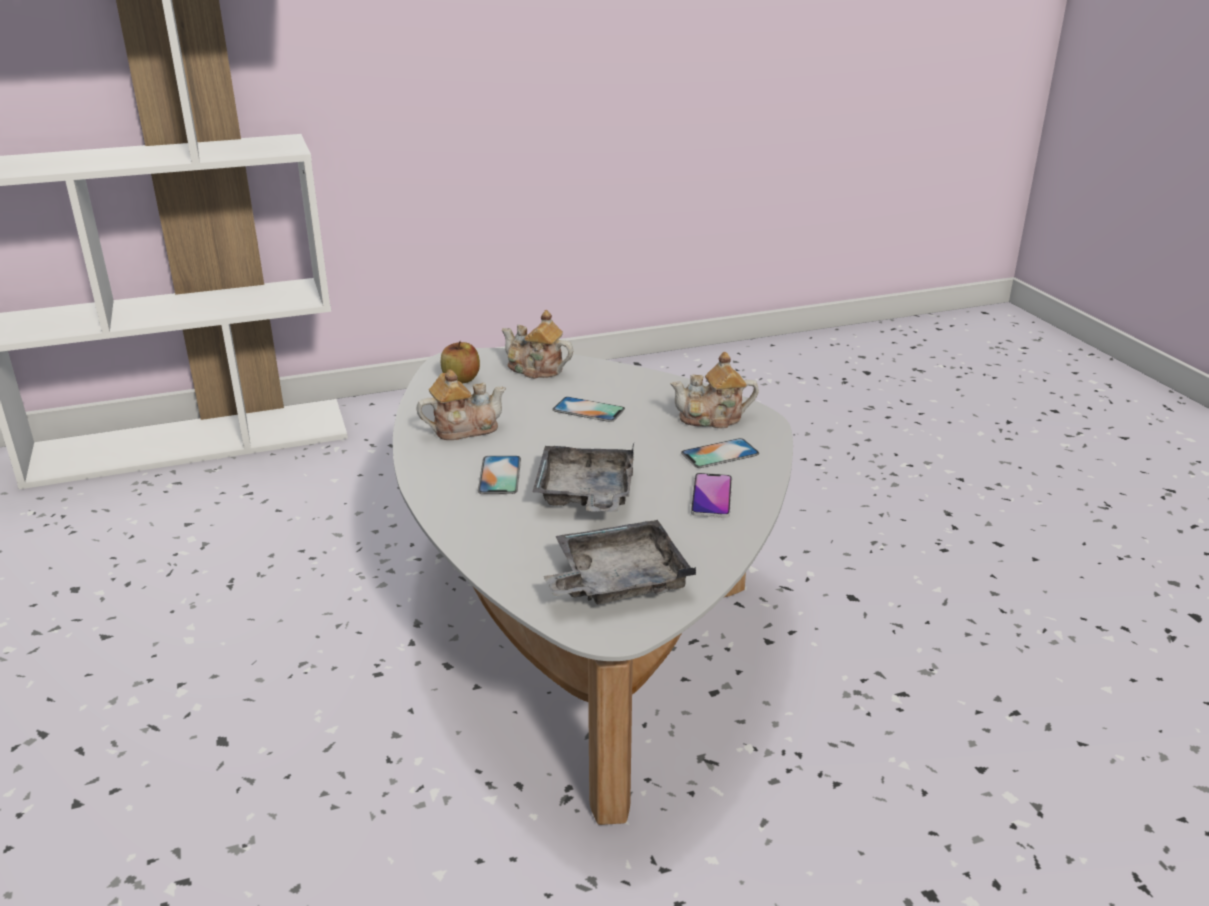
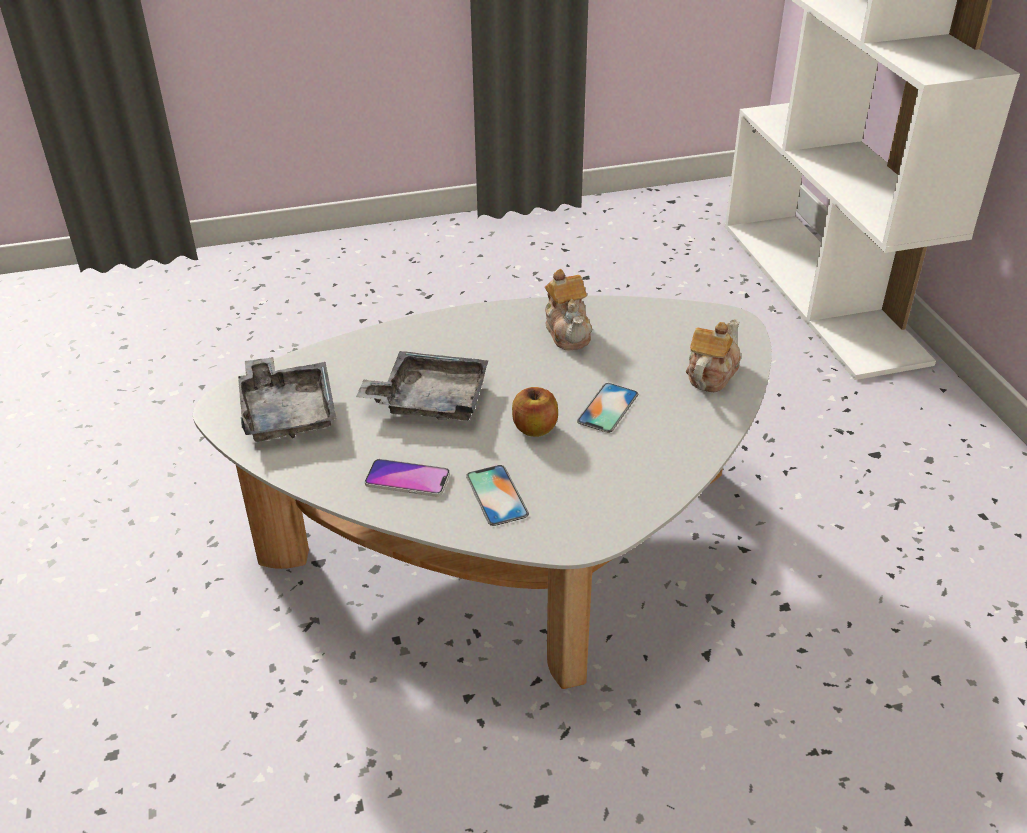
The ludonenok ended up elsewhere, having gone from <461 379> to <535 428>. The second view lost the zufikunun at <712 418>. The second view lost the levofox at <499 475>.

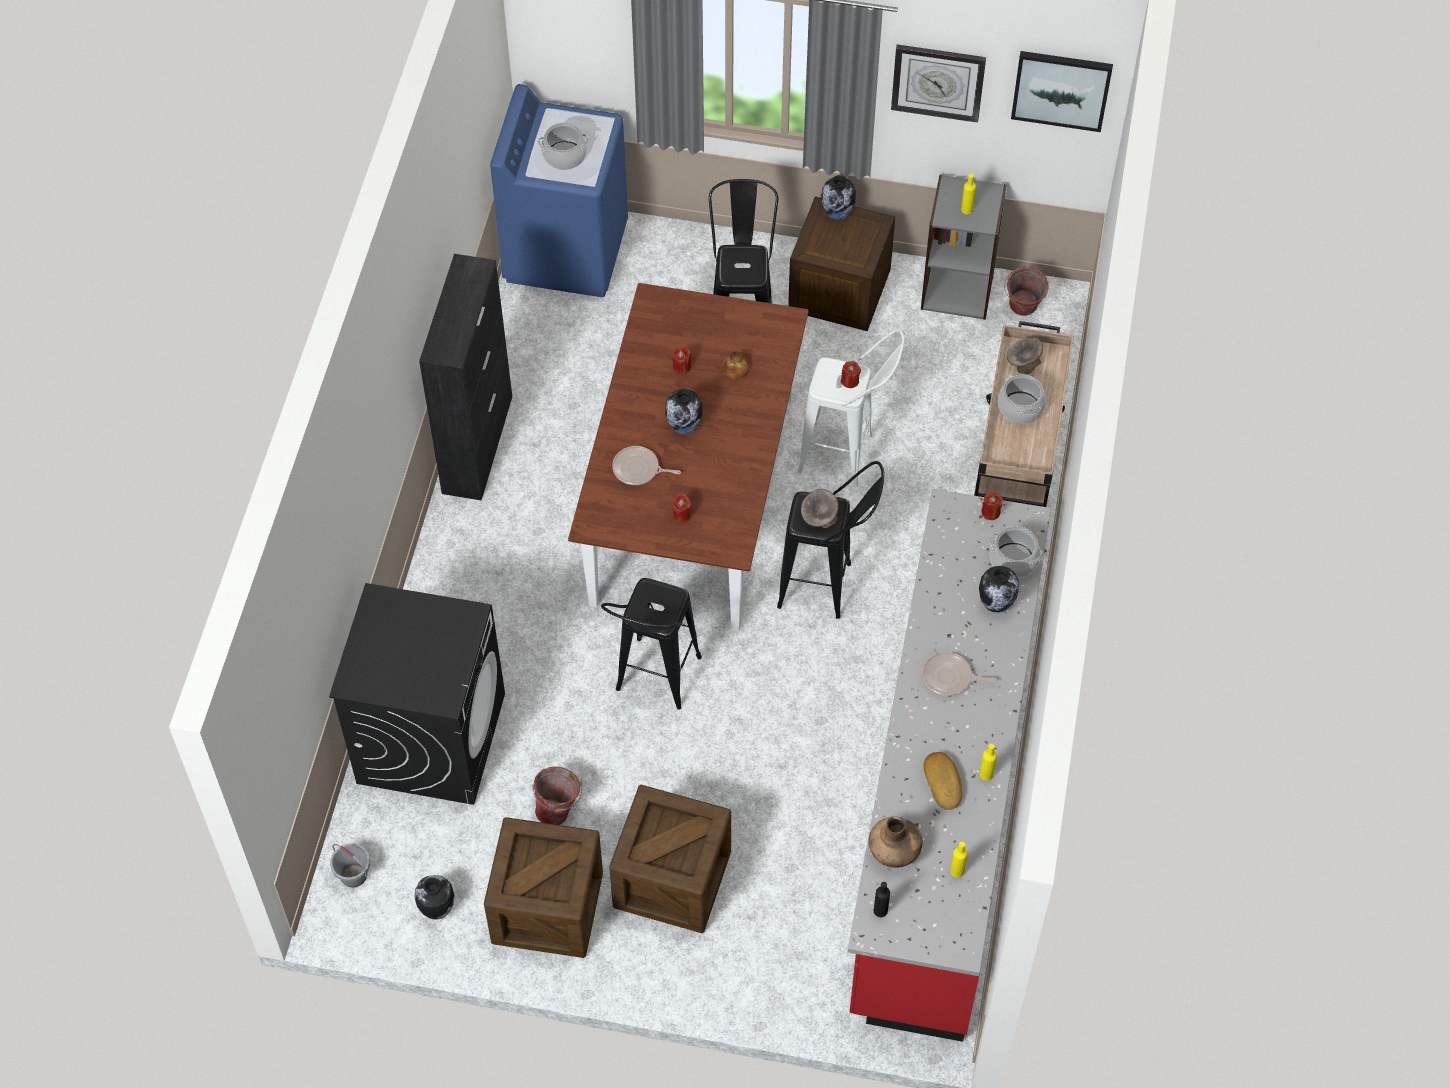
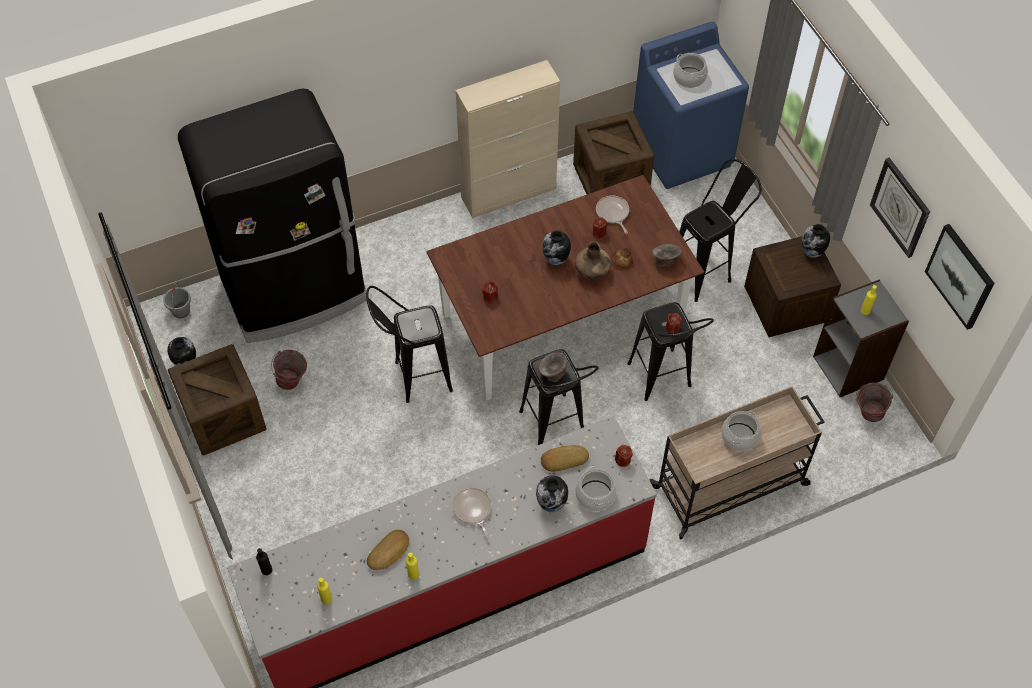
What was the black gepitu at <478 444> turned into the beige gepitu at <509 193>. What was the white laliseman at <848 457> turned into the black laliseman at <663 383>. The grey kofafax ended up elsewhere, having gone from <1023 363> to <665 260>. The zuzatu ended up elsewhere, having gone from <638 469> to <613 213>. Where the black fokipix stood at <431 737>, the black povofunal came to stand at <295 292>. The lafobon ended up elsewhere, having gone from <672 879> to <611 179>. The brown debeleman ended up elsewhere, having gone from <894 851> to <592 272>. The second view gained the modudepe at <563 459>.

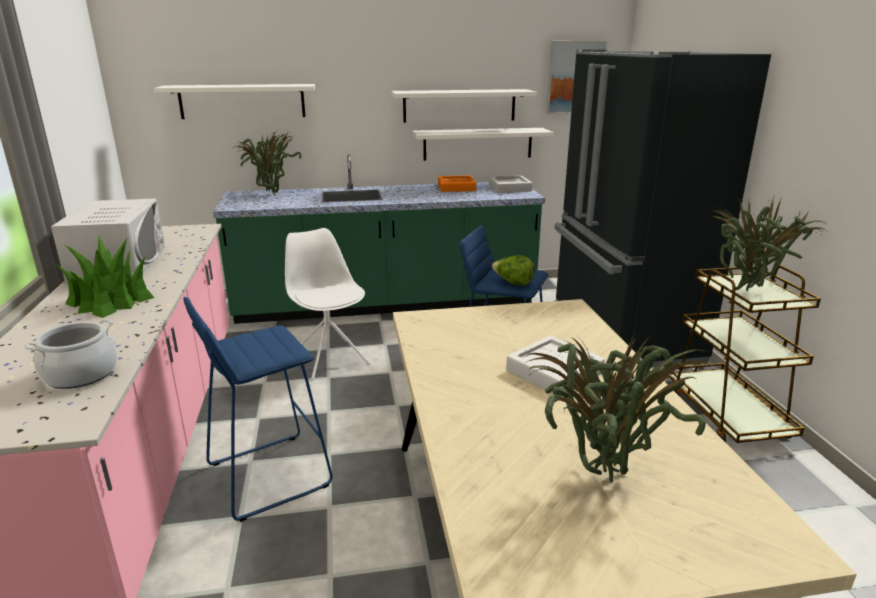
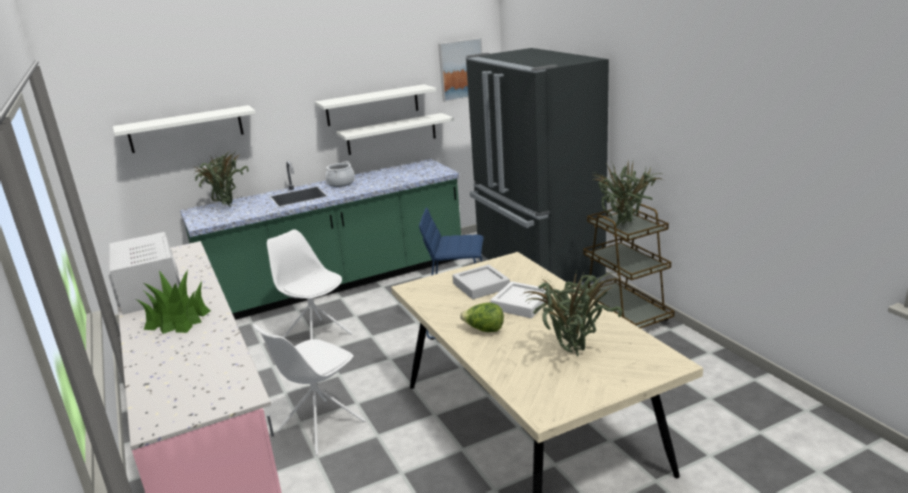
The second view lost the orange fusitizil at <456 187>. The grey fusitizil ended up elsewhere, having gone from <510 188> to <481 286>. The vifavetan ended up elsewhere, having gone from <513 283> to <484 330>. Where the blue laliseman stood at <268 475>, the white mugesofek came to stand at <319 427>. The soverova ended up elsewhere, having gone from <80 374> to <341 183>.

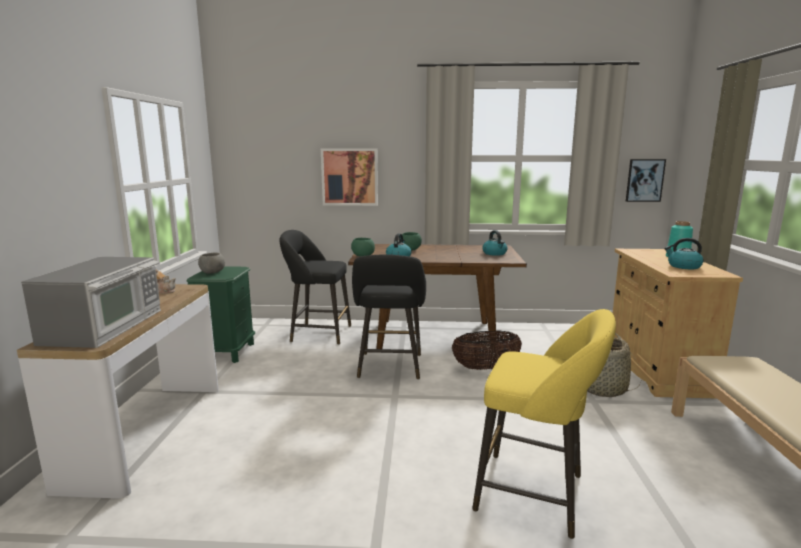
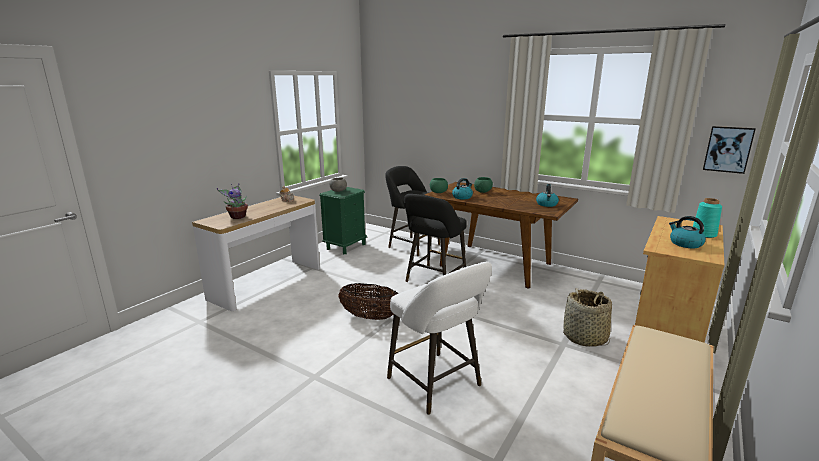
The second view lost the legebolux at <350 177>. Where the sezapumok stood at <106 326>, the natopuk came to stand at <237 217>. What was the yellow laliseman at <536 495> turned into the white laliseman at <437 385>. The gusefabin ended up elsewhere, having gone from <486 368> to <370 317>.

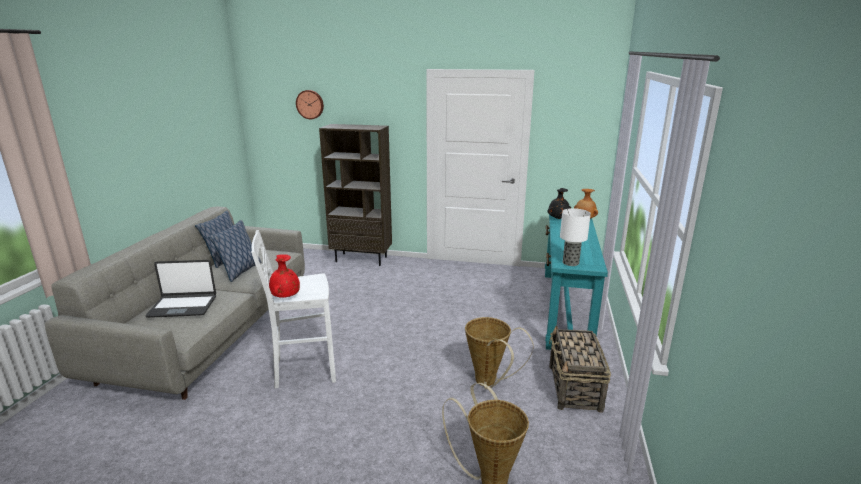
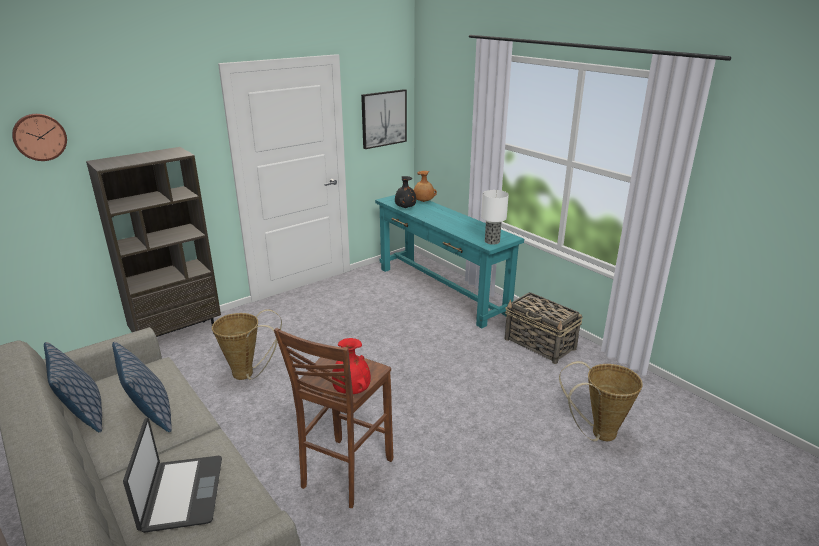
What was the white laliseman at <303 370> turned into the brown laliseman at <344 474>. The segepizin at <183 306> ended up facing another way, 45 degrees counterclockwise from before. The gusefabin ended up elsewhere, having gone from <489 383> to <248 374>. The second view gained the legebolux at <383 118>.

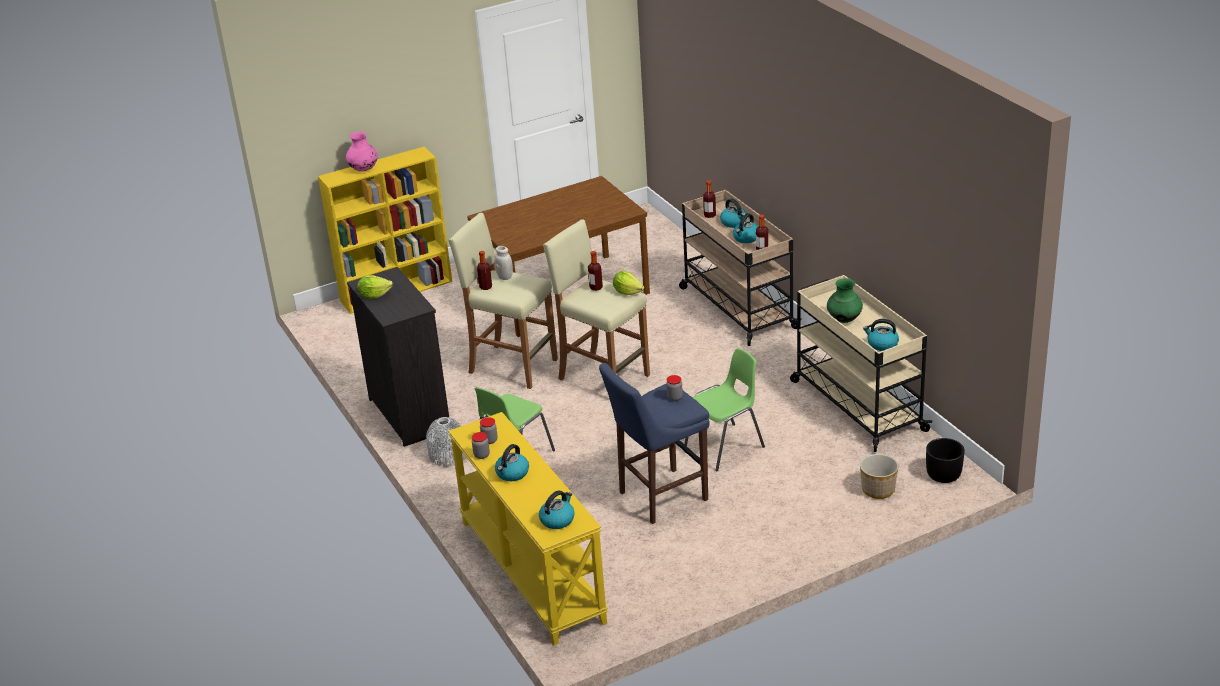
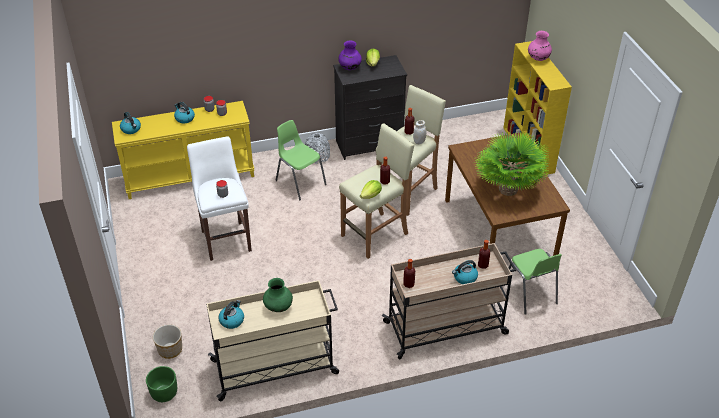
The second view lost the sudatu at <746 238>. The green mugesofek ended up elsewhere, having gone from <726 447> to <529 294>. What was the blue laliseman at <659 497> turned into the white laliseman at <226 238>. What was the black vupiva at <943 475> turned into the green vupiva at <164 393>. The second view gained the purple debeleman at <349 68>. The second view gained the natopuk at <508 189>.

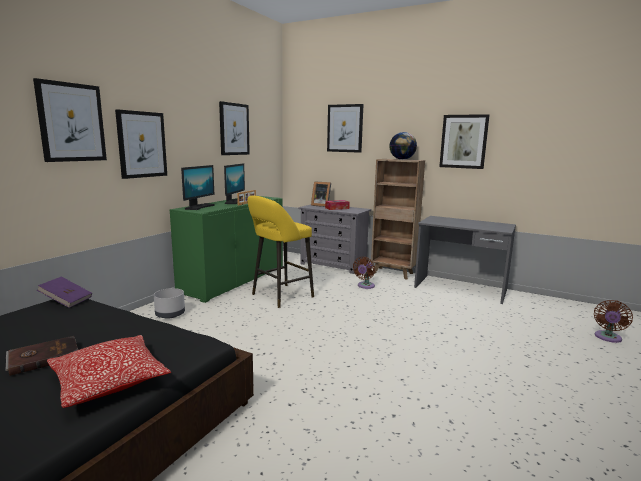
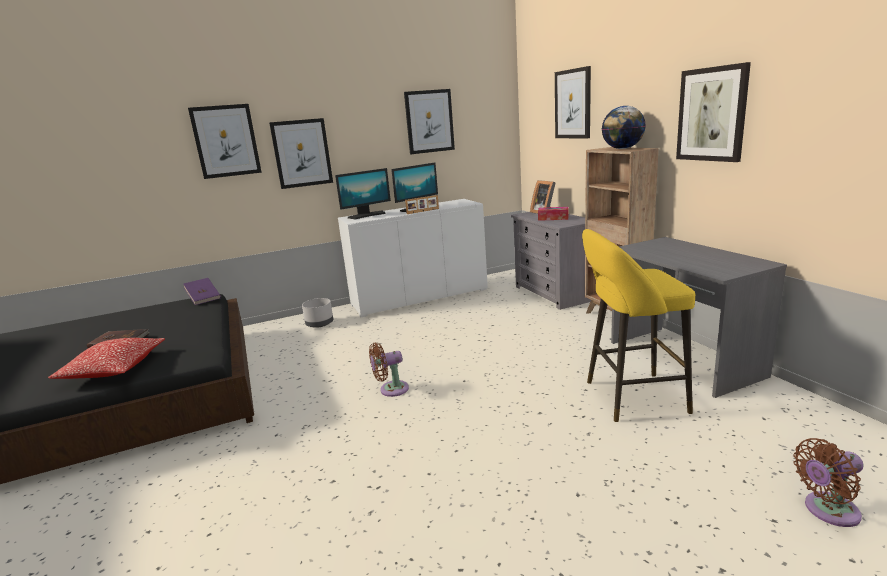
What was the green gepitu at <234 280> turned into the white gepitu at <419 297>. The yellow laliseman ended up elsewhere, having gone from <279 296> to <630 397>. The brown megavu ended up elsewhere, having gone from <365 286> to <391 390>.

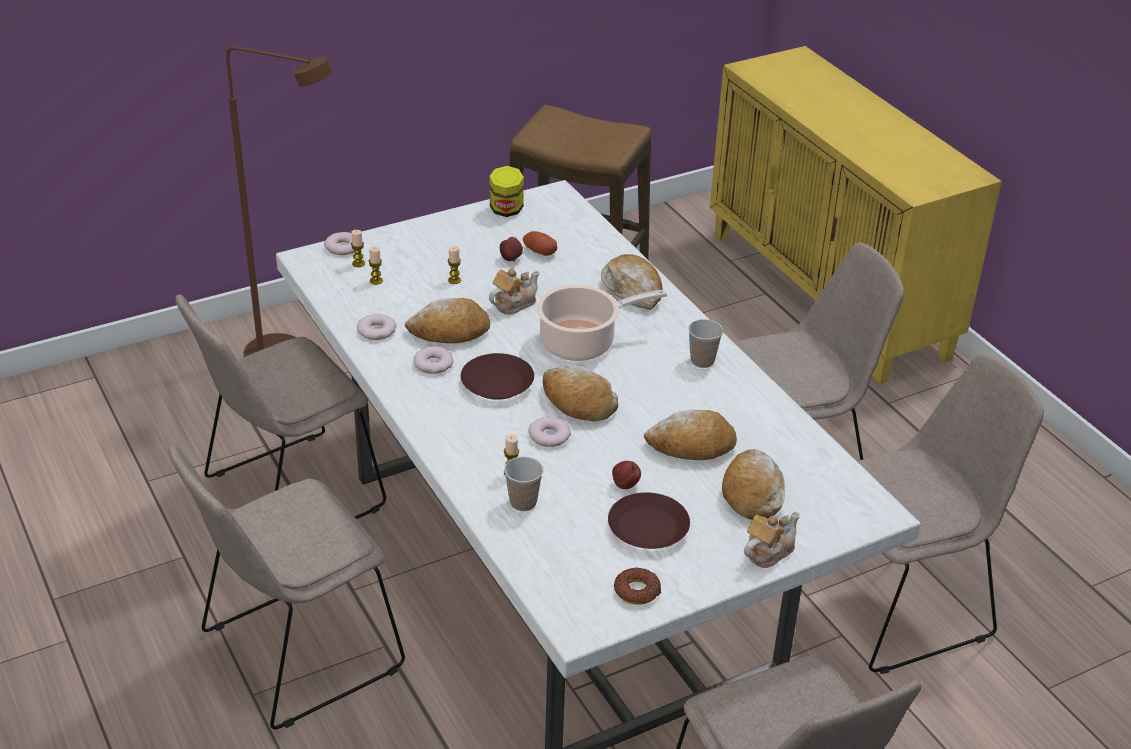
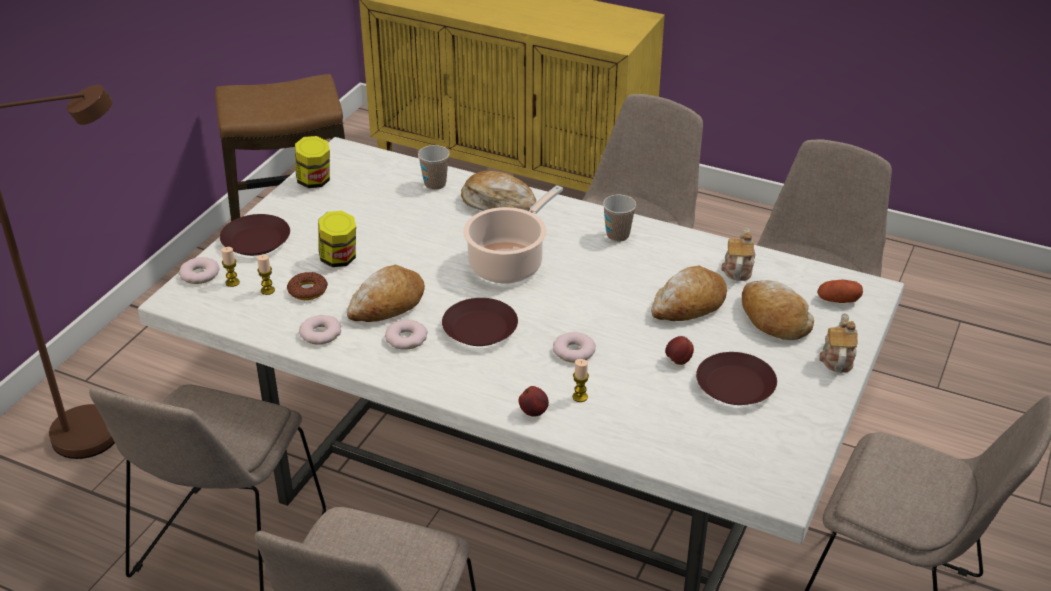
The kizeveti ended up elsewhere, having gone from <539 251> to <838 300>. The ludonenok ended up elsewhere, having gone from <511 259> to <534 412>. Where the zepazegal stood at <454 280>, the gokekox came to stand at <339 259>. The zufikunun ended up elsewhere, having gone from <513 304> to <738 268>. The second view lost the modudepe at <578 402>. The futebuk ended up elsewhere, having gone from <523 502> to <435 184>. The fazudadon ended up elsewhere, having gone from <637 590> to <308 290>. The second view gained the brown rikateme at <255 241>.

